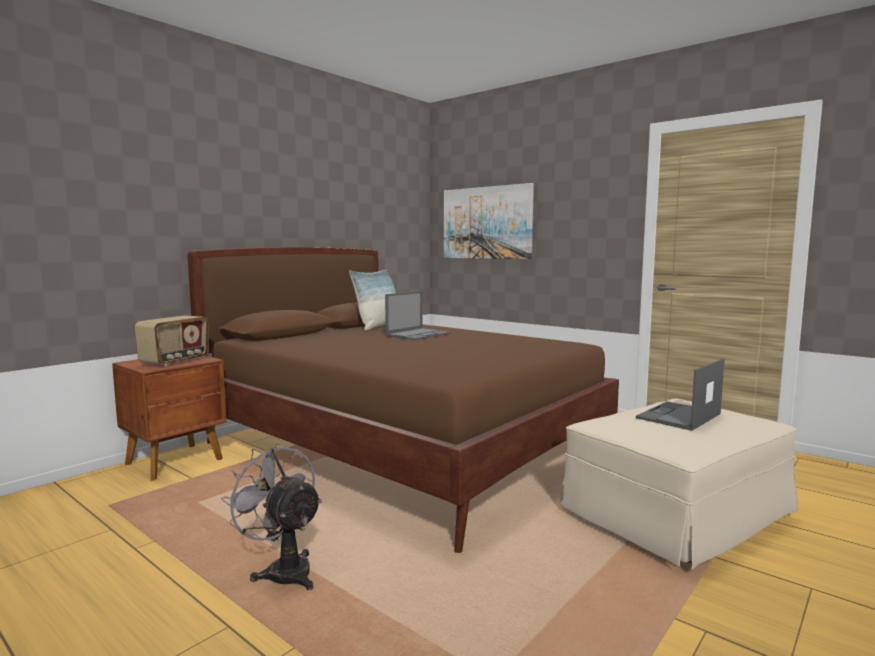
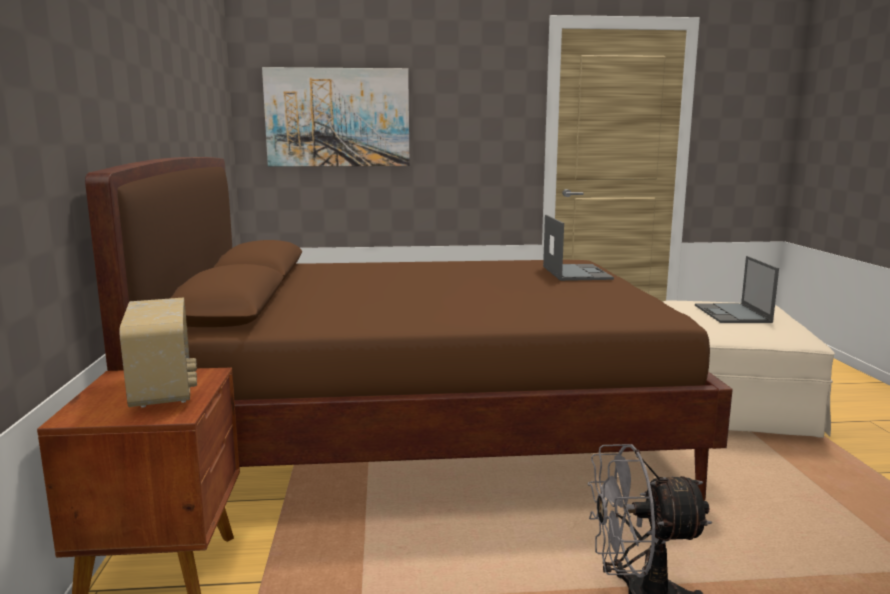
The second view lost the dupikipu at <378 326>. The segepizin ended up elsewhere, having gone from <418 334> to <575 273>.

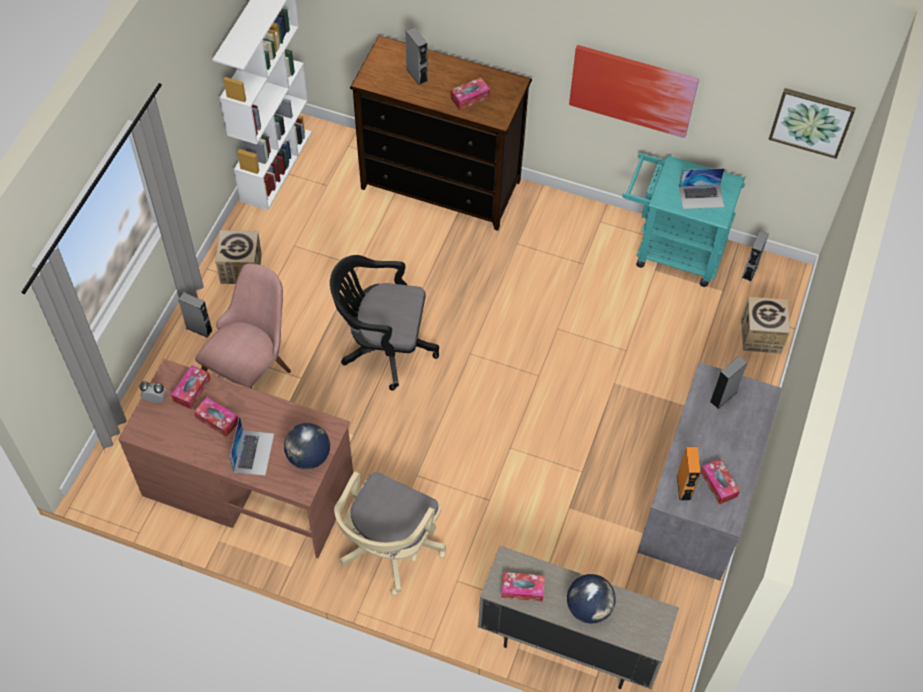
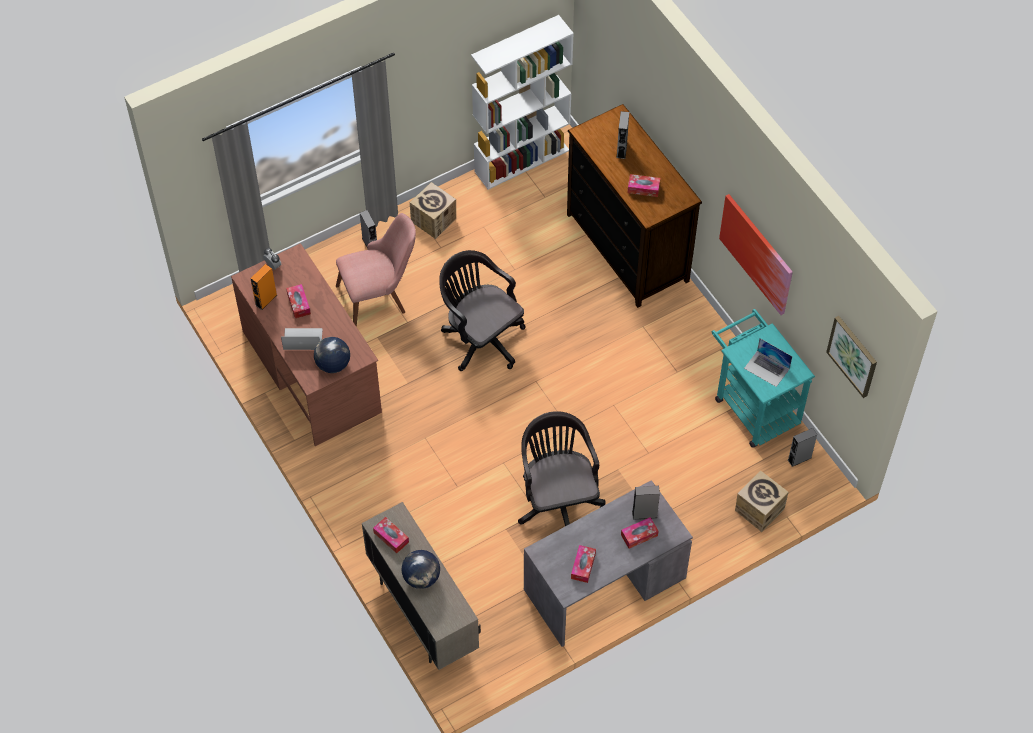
The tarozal ended up elsewhere, having gone from <192 390> to <639 535>. The segepizin at <253 452> ended up facing another way, 135 degrees counterclockwise from before. The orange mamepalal ended up elsewhere, having gone from <683 487> to <266 300>. The second view lost the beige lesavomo at <388 549>. The second view gained the black lesavomo at <558 500>.

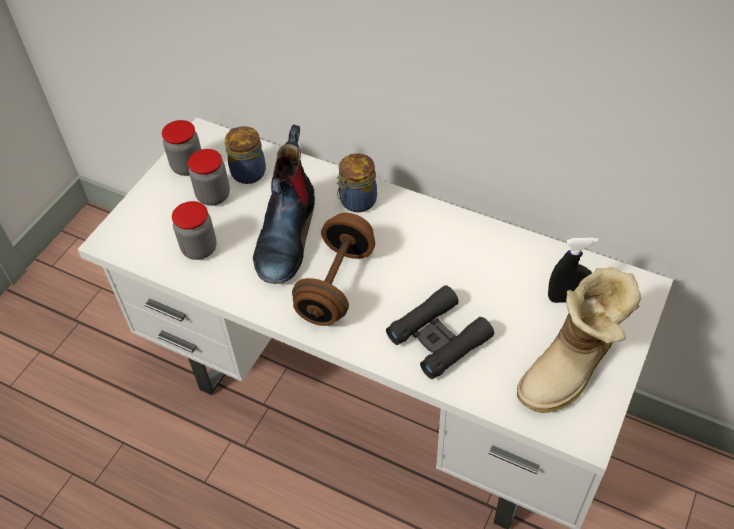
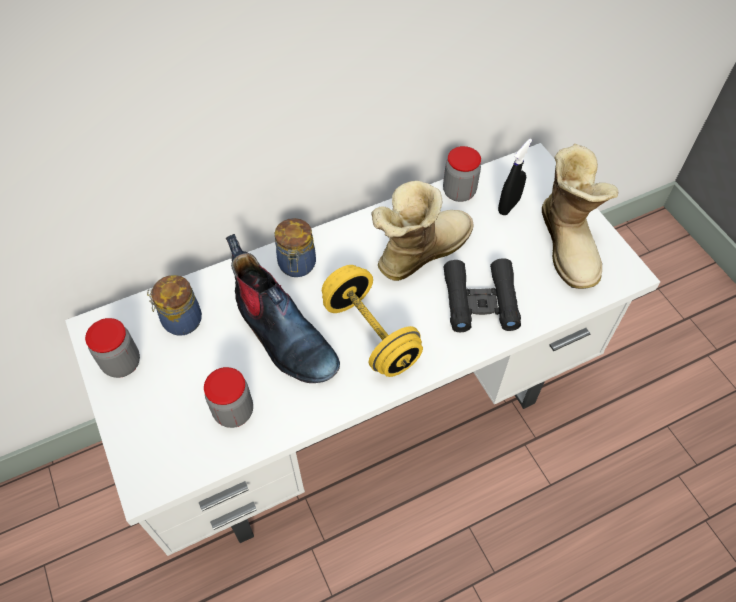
The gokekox ended up elsewhere, having gone from <213 196> to <459 192>. What was the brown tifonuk at <336 285> turned into the yellow tifonuk at <370 334>. The second view gained the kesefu at <419 251>.

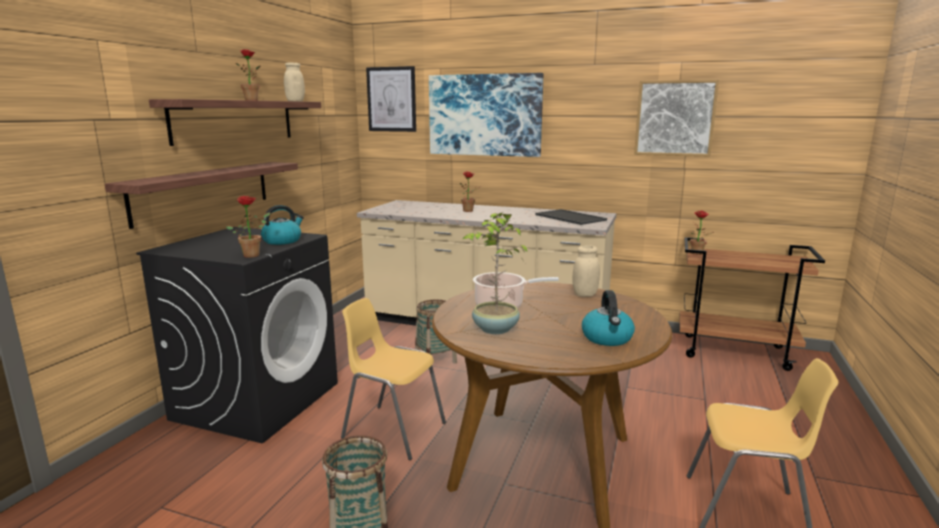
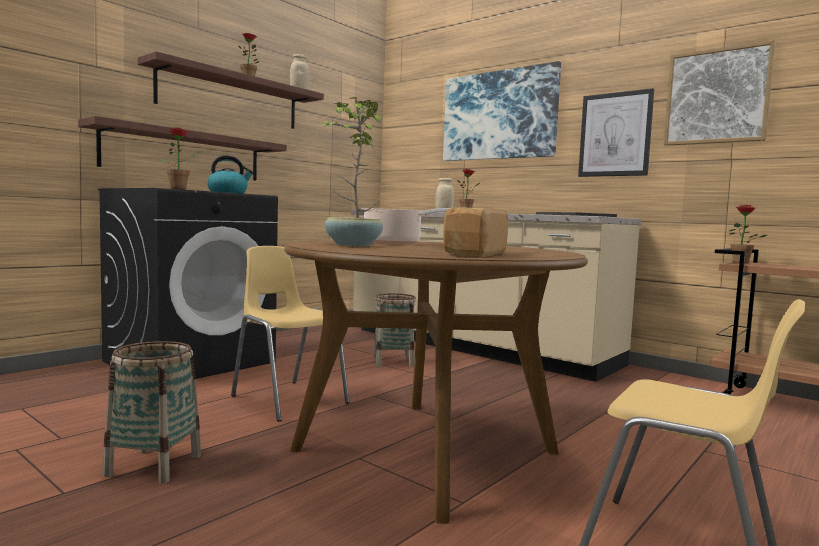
The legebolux ended up elsewhere, having gone from <391 99> to <615 134>. The beige gokekox ended up elsewhere, having gone from <585 294> to <444 212>. Where the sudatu stood at <607 338>, the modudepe came to stand at <473 254>.

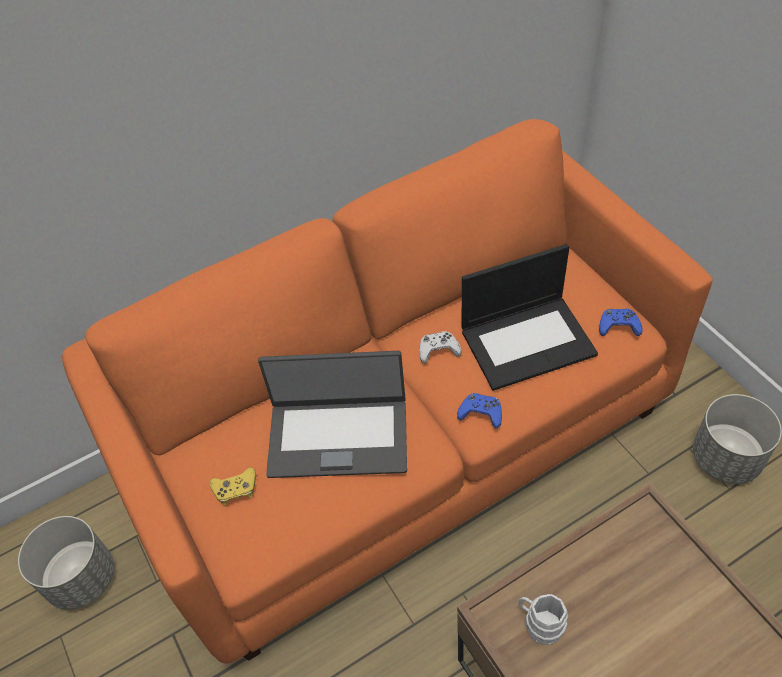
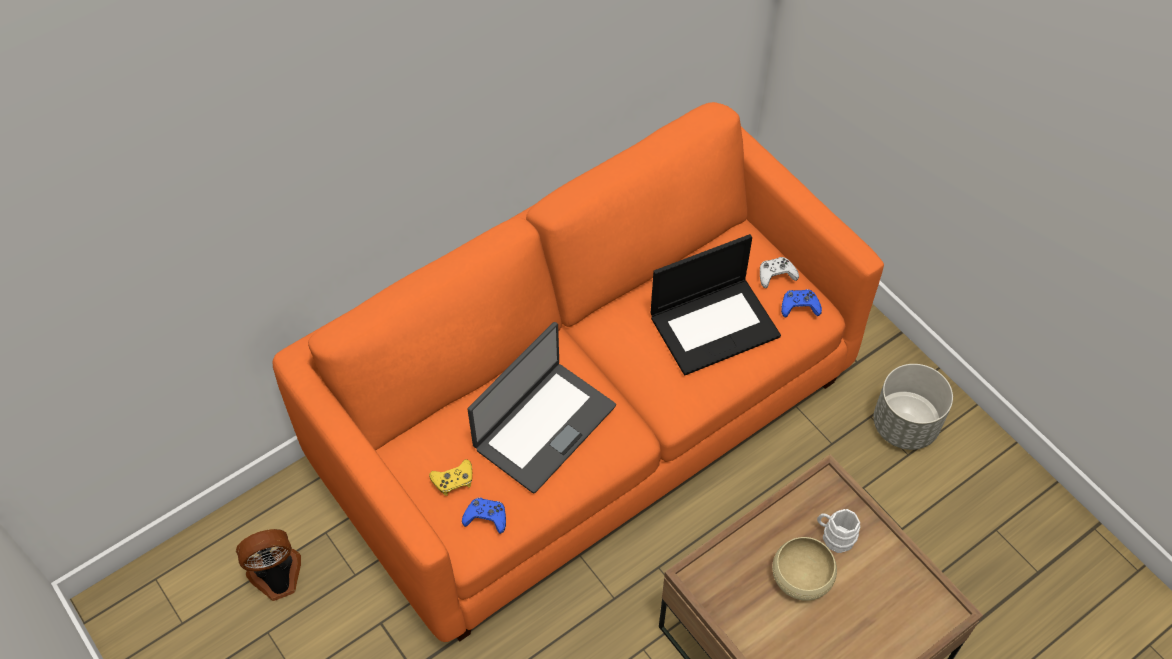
The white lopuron ended up elsewhere, having gone from <438 350> to <776 275>. The segepizin at <338 436> ended up facing another way, 45 degrees counterclockwise from before. The blue lopuron ended up elsewhere, having gone from <481 413> to <486 517>. Where the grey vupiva stood at <81 579>, the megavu came to stand at <277 577>. The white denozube ended up elsewhere, having gone from <539 623> to <834 536>. The second view gained the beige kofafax at <802 576>.

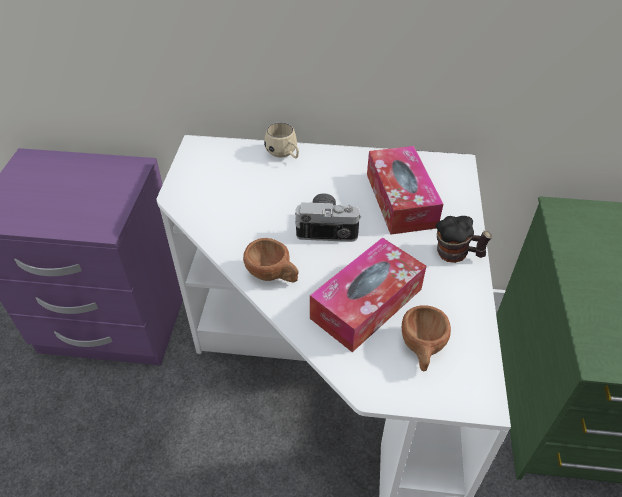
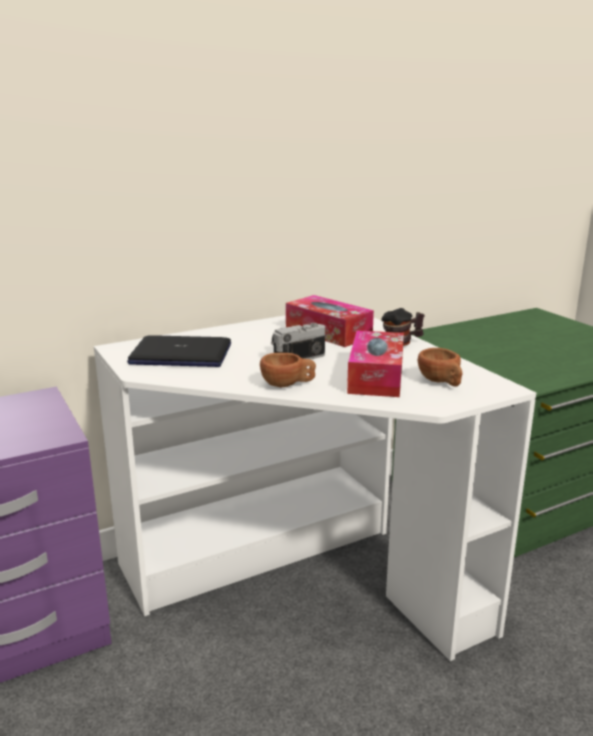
The second view lost the beige denozube at <284 155>. The second view gained the segepizin at <180 355>.

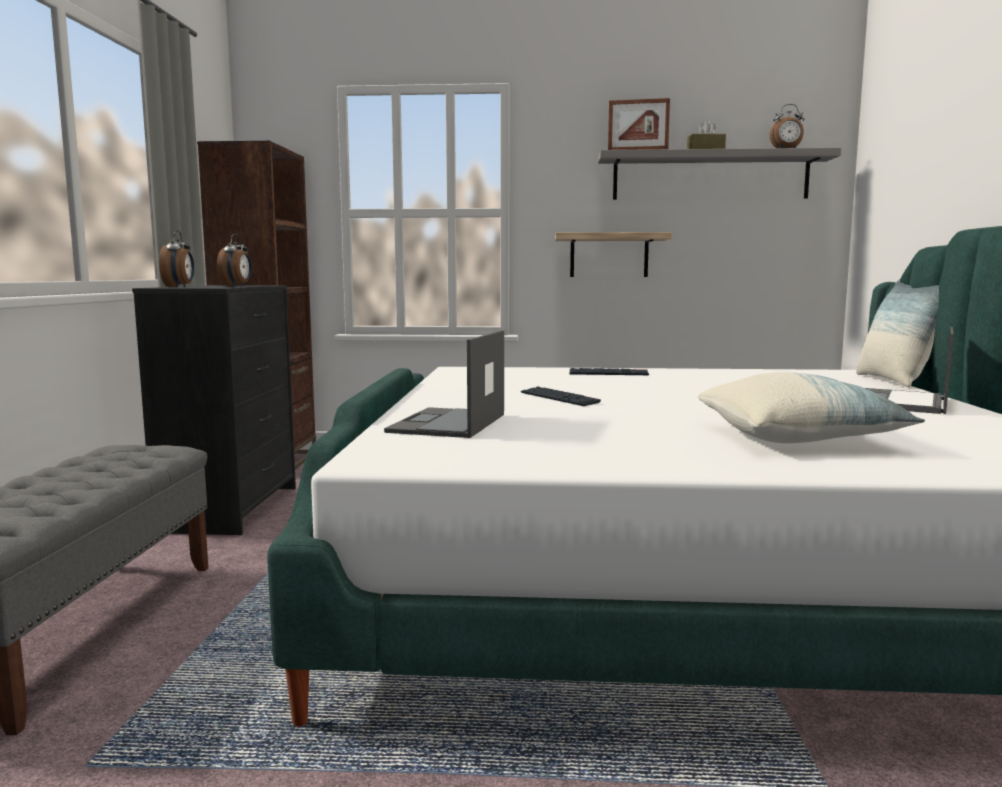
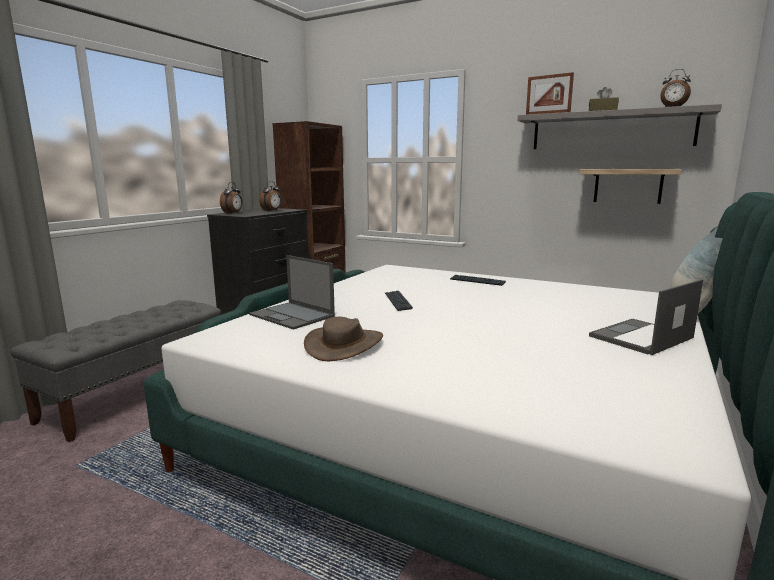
The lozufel ended up elsewhere, having gone from <609 255> to <628 185>. The segepizin at <448 423> ended up facing another way, 90 degrees counterclockwise from before. The second view lost the dupikipu at <799 438>. The second view gained the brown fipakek at <344 344>.

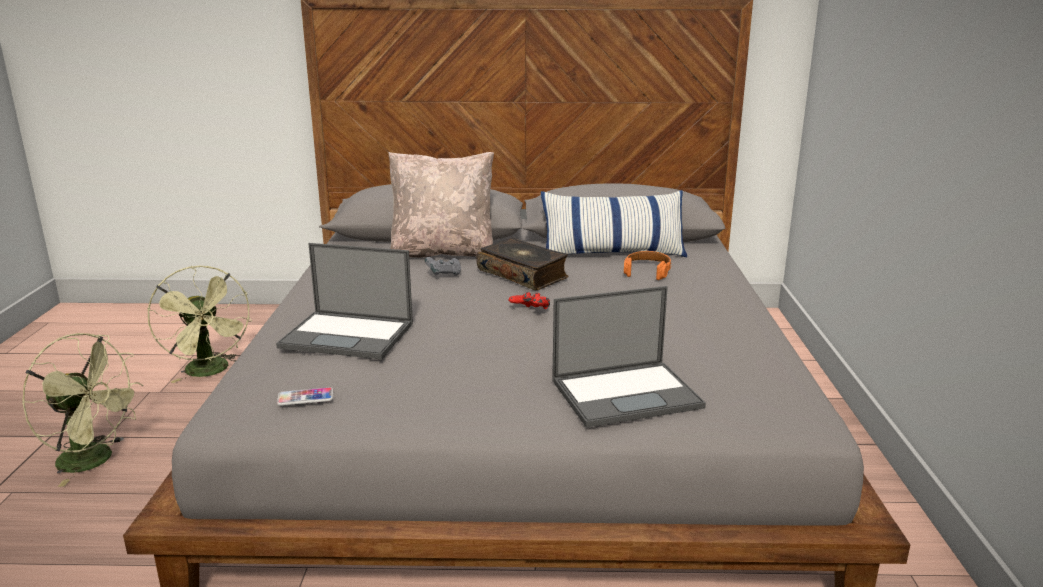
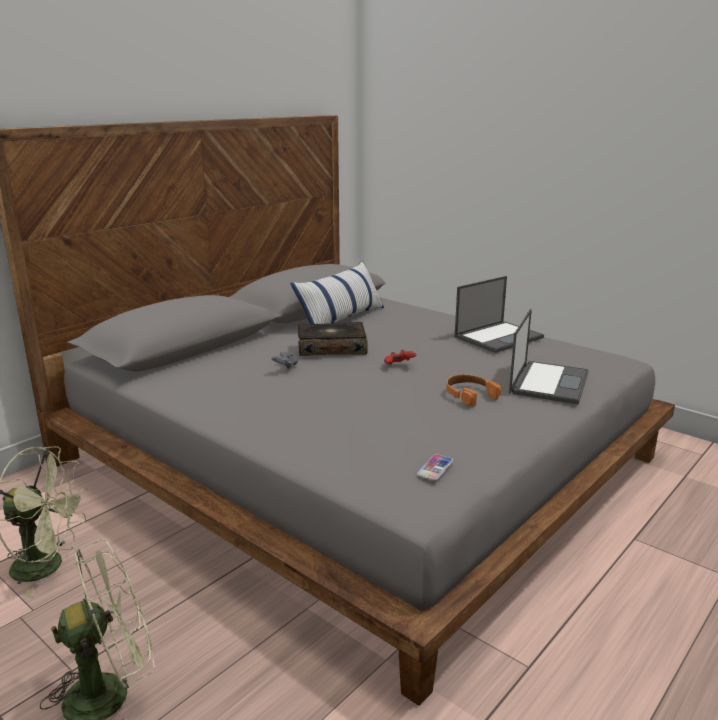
The second view lost the beige dupikipu at <443 253>. The segepizin ended up elsewhere, having gone from <349 335> to <499 337>. The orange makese ended up elsewhere, having gone from <647 271> to <469 395>.

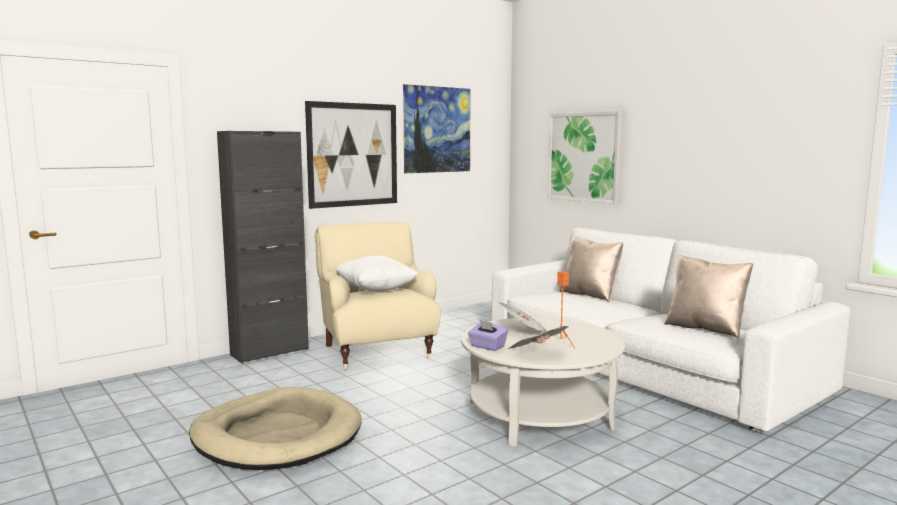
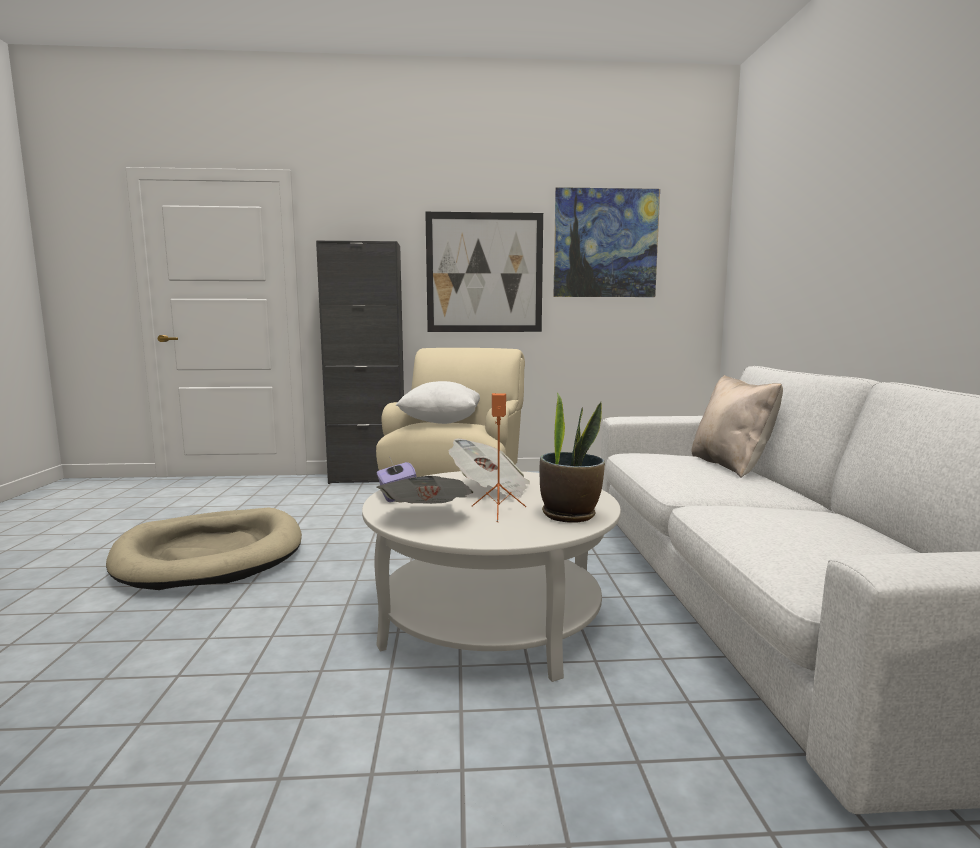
The second view lost the legebolux at <583 157>. The second view lost the beige dupikipu at <705 328>. The second view gained the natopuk at <569 515>.

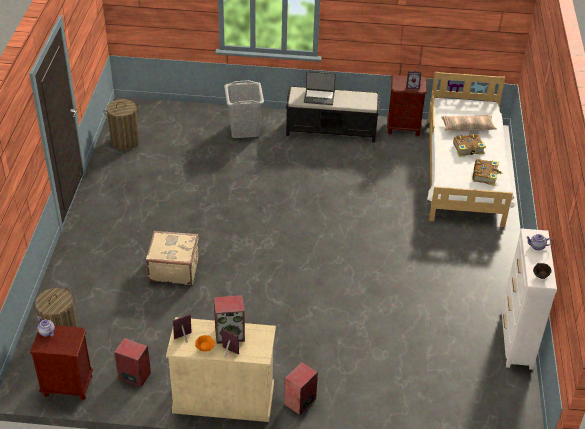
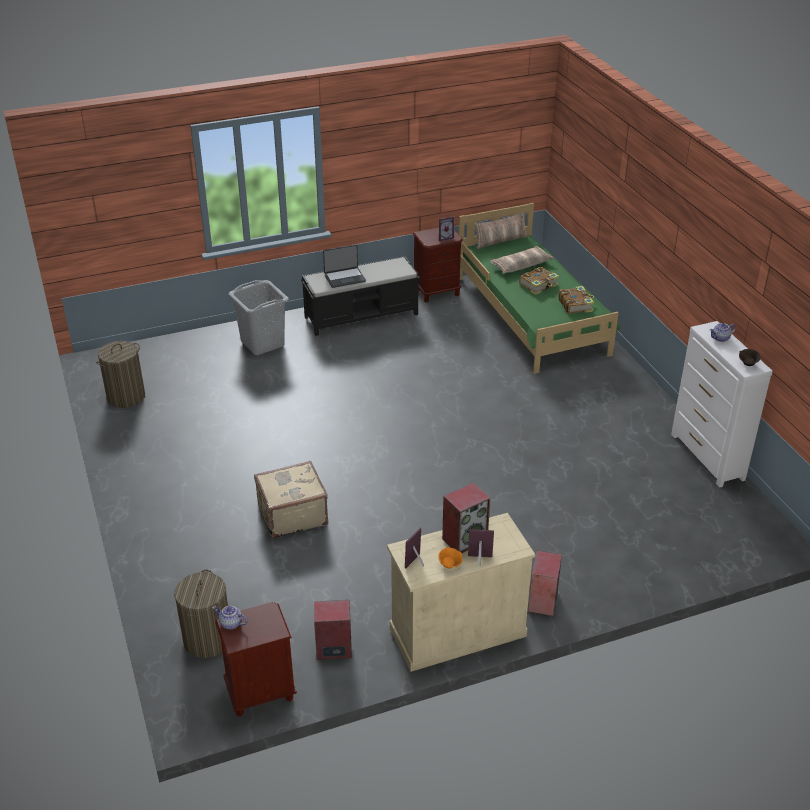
What was the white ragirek at <464 171> turned into the green ragirek at <532 316>. The second view gained the dupikipu at <500 241>.

